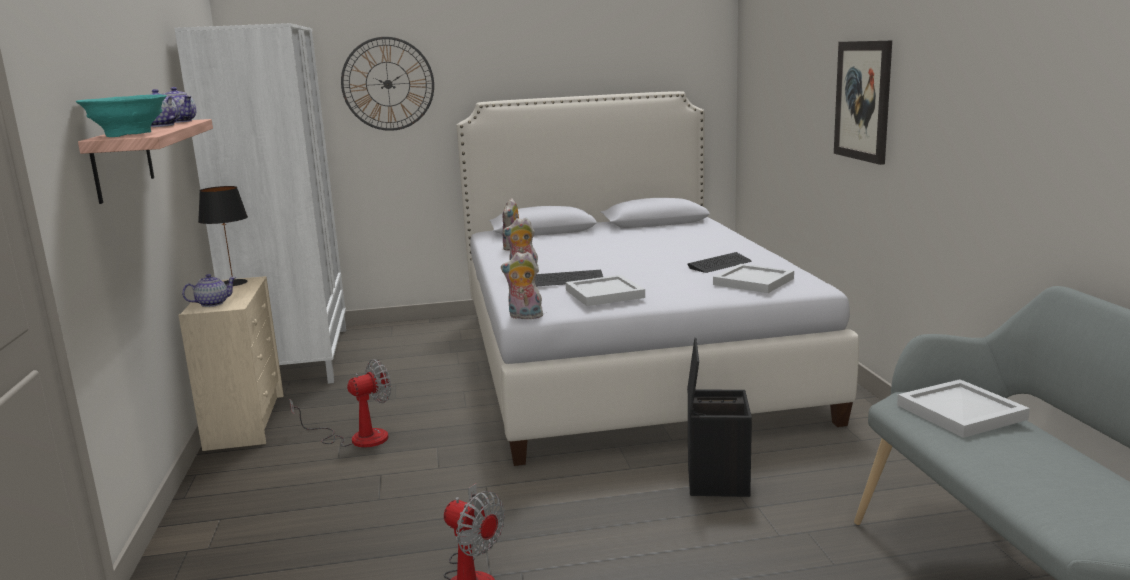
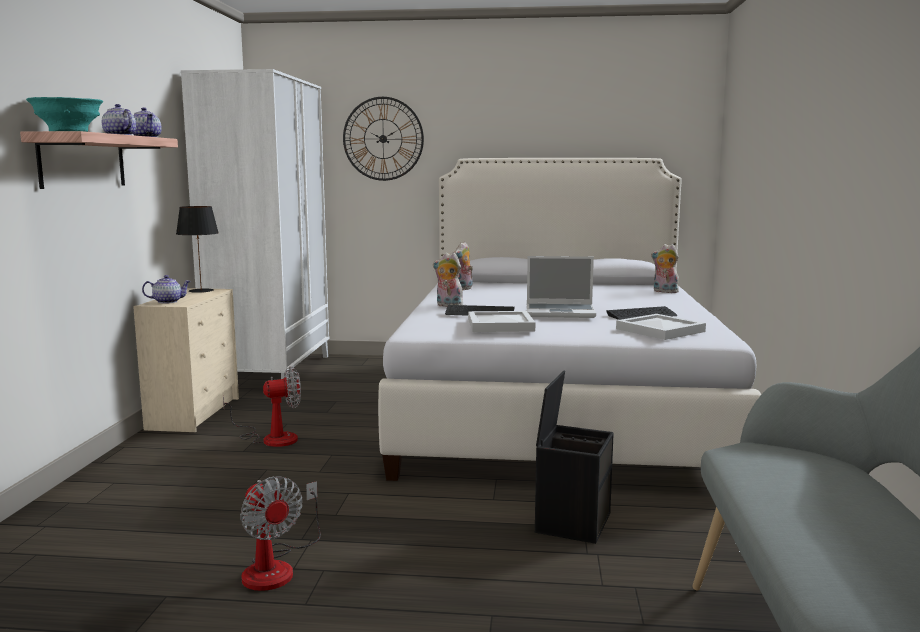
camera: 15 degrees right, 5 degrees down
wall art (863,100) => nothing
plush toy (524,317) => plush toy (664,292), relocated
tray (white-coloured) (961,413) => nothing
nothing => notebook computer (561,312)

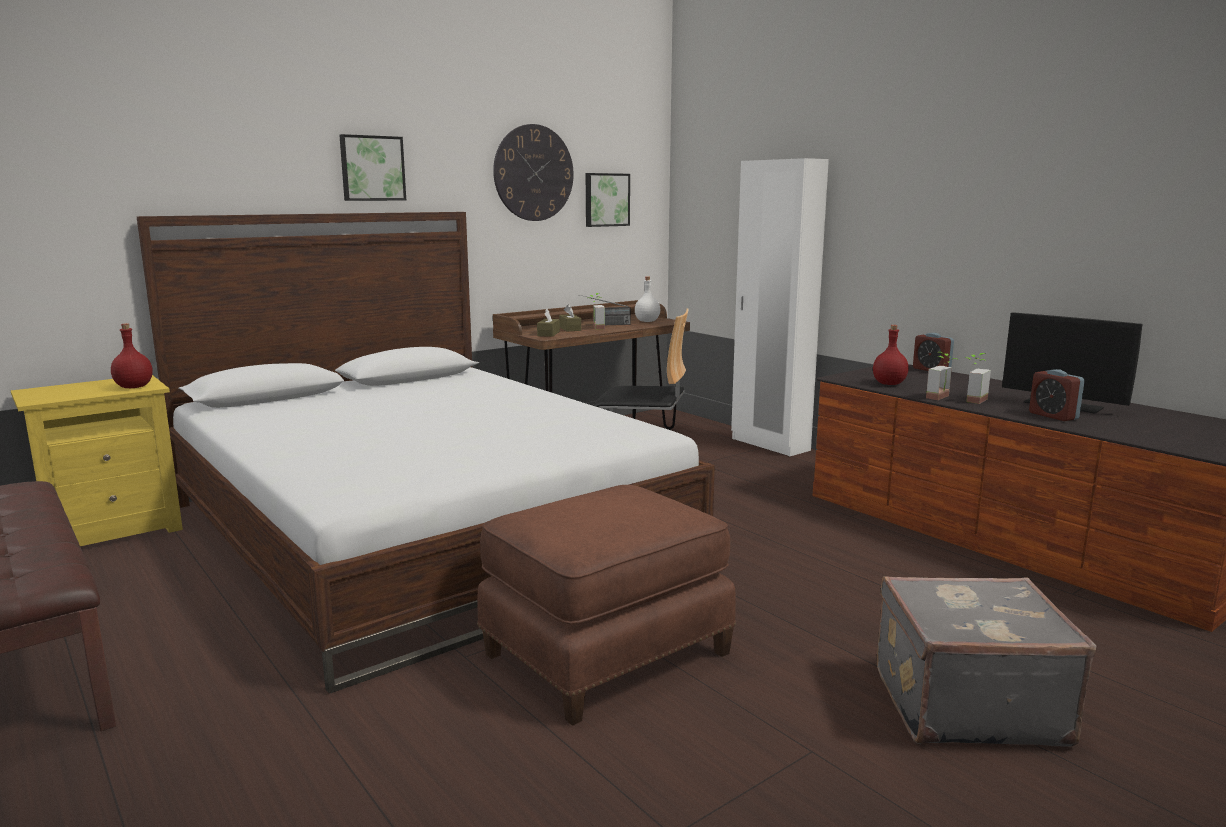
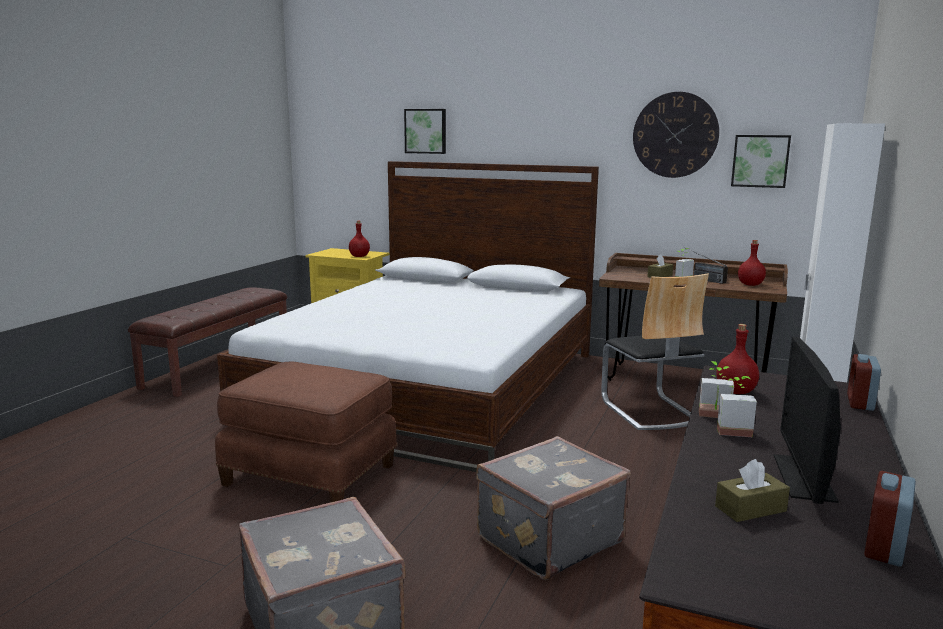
camera: 60 degrees right, 0 degrees up
wall art (372,168) => wall art (426,131), relocated
bottle (white-coloured) (647,321) => bottle (reddish) (750,284)
box of tissues (brown-coloured) (548,334) => box of tissues (brown-coloured) (750,509), relocated
table clock (1053,416) => table clock (884,547), relocated
nothing => travel case (grey) (547,538)

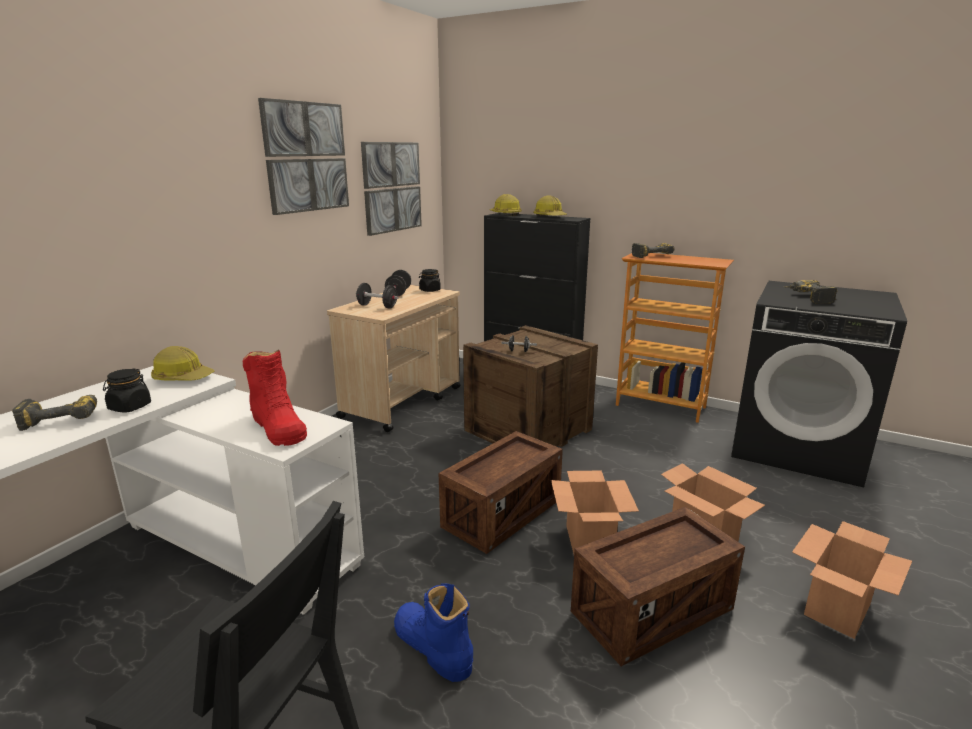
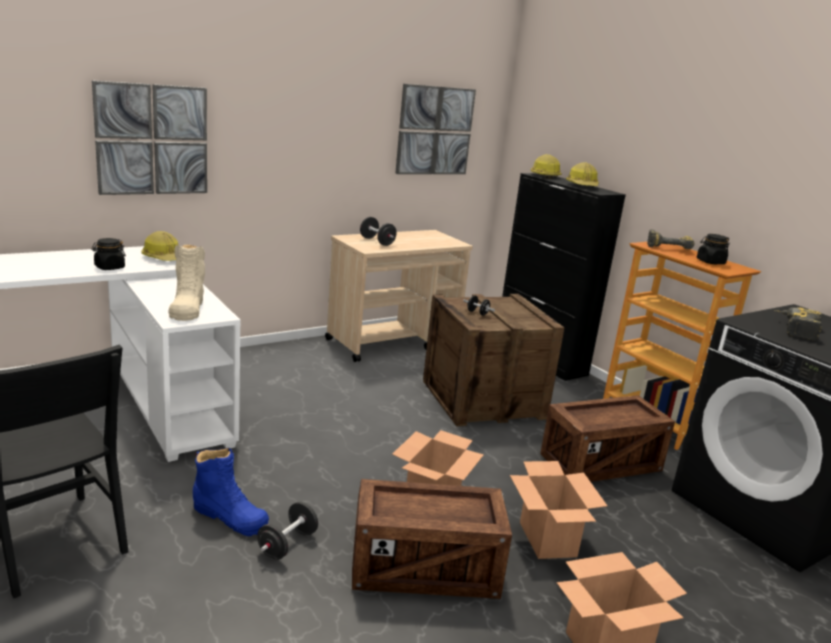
camera: 25 degrees right, 0 degrees up
wall art (306,157) => wall art (152,140), relocated
jar (black) (429,290) => jar (black) (710,262), relocated
dumbbell (black) (398,293) => dumbbell (black) (287,544), relocated
high-top boot (reddish) (278,427) => high-top boot (sand-coloured) (187,308)
drill (64,418) => nothing
crate (502,513) => crate (600,463), relocated
high-top boot (blue) (432,647) => high-top boot (blue) (230,517), 135 degrees clockwise

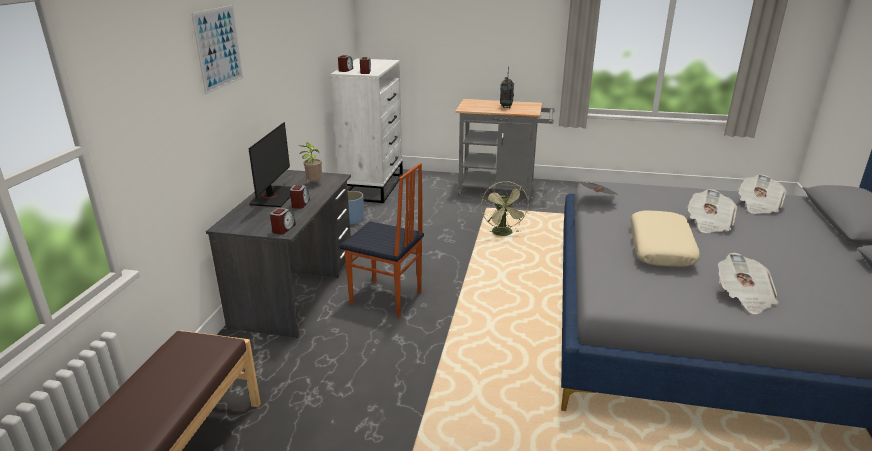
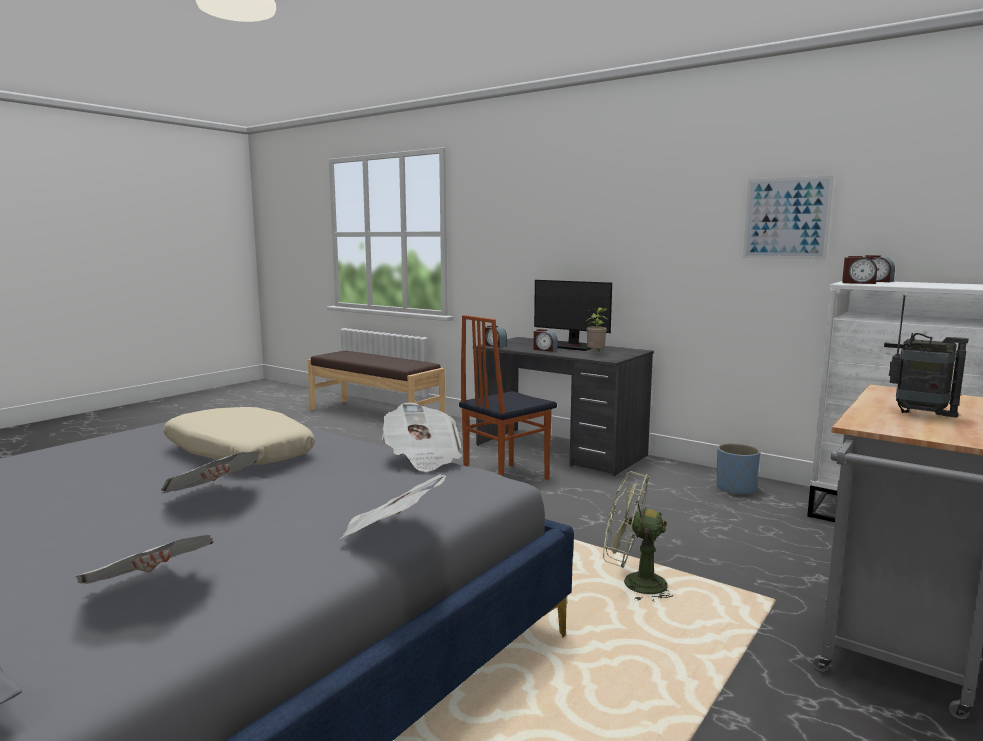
camera: 115 degrees right, 15 degrees down
wall art (218,48) => wall art (786,218), relocated
newspaper (744,297) => newspaper (391,533), relocated

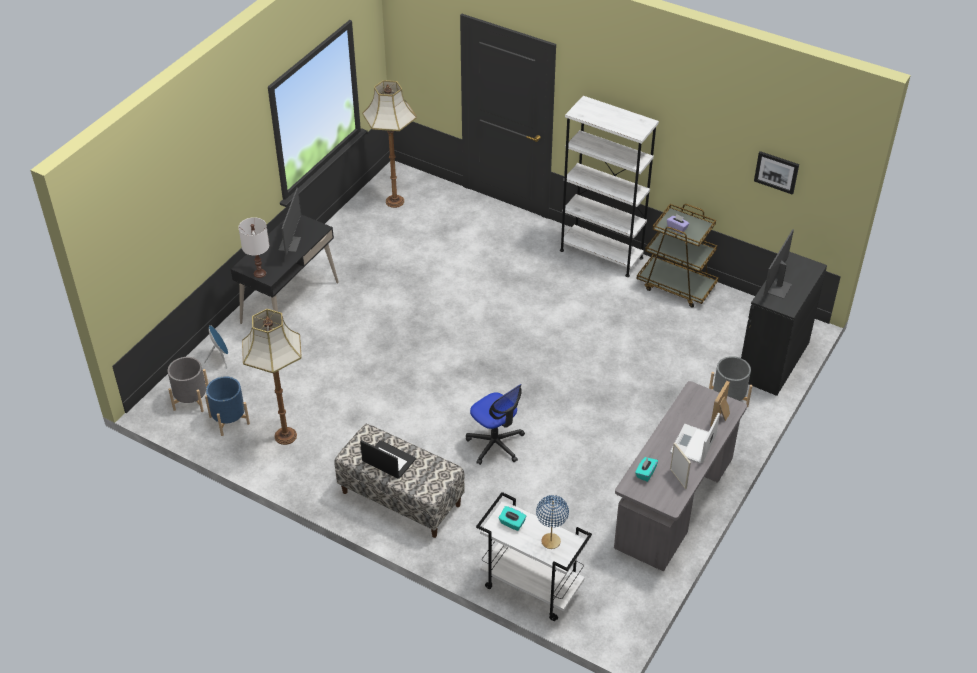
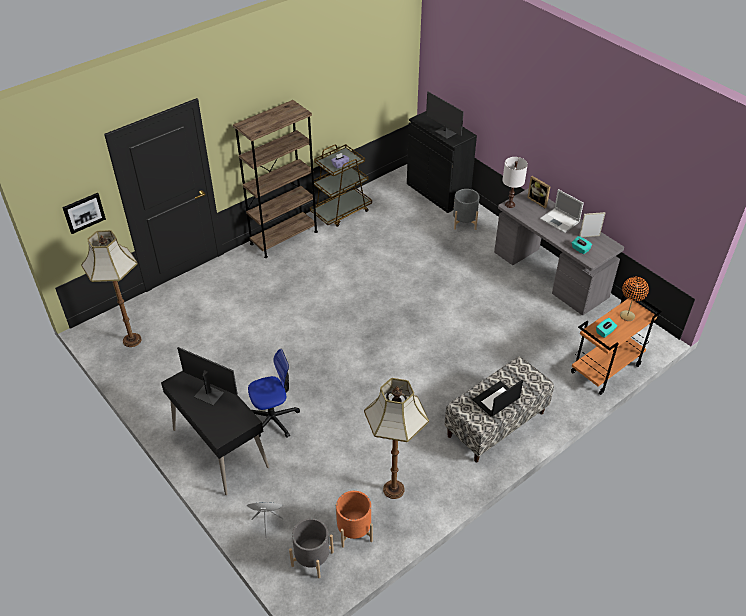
camera: 70 degrees left, 0 degrees up
shelving unit (white-coloured) (601,254) => shelving unit (brown-coloured) (284,237)
wall art (776,172) => wall art (84,212), relocated
lamp for a table (white-coloured) (259,273) => lamp for a table (white-coloured) (510,204), relocated
plant pot (blue) (229,420) => plant pot (orange-coloured) (354,531)
computer chair (495,444) => computer chair (273,419), relocated
wheeled cart (white-coloured) (530,587) => wheeled cart (orange-coloured) (605,370)
lamp for a table (blue) (551,541) => lamp for a table (orange-coloured) (627,316)

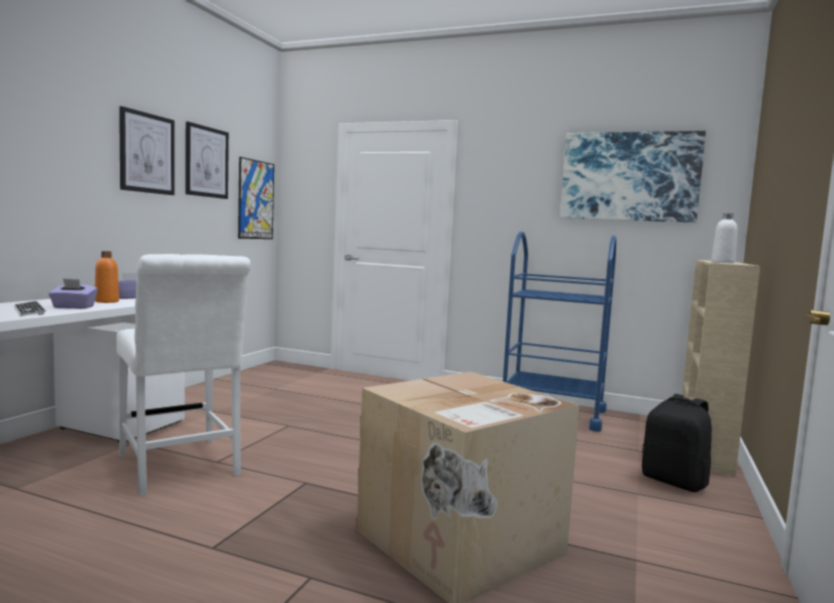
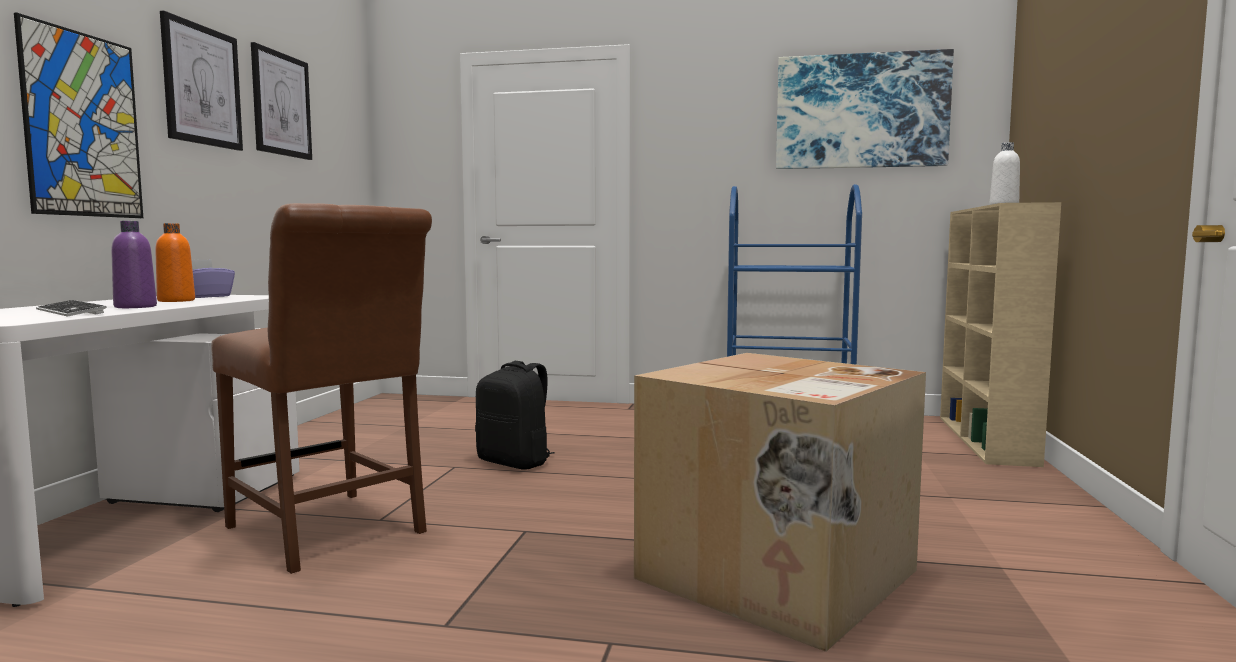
camera: 10 degrees left, 0 degrees up
wall art (256,200) => wall art (83,125), relocated
plain chair (white-coloured) (179,468) => plain chair (brown-coloured) (329,533)
box of tissues (purple) (73,307) => bottle (purple) (135,307)
knapsack (black) (674,481) => knapsack (black) (515,462), relocated

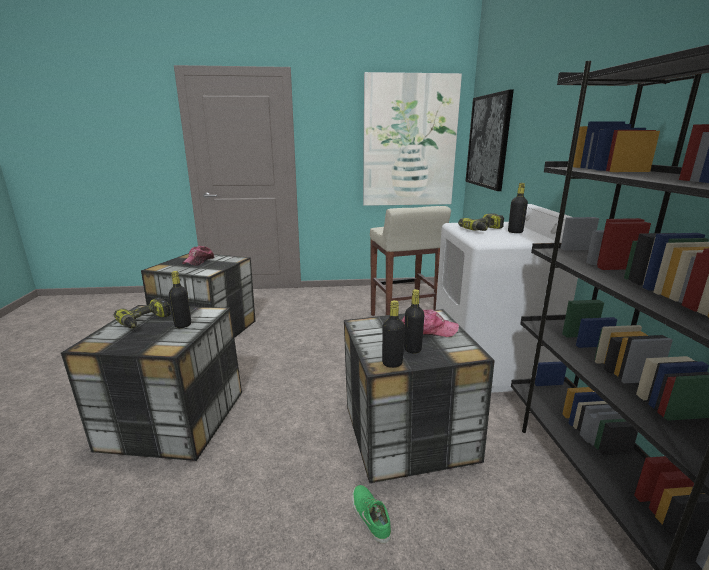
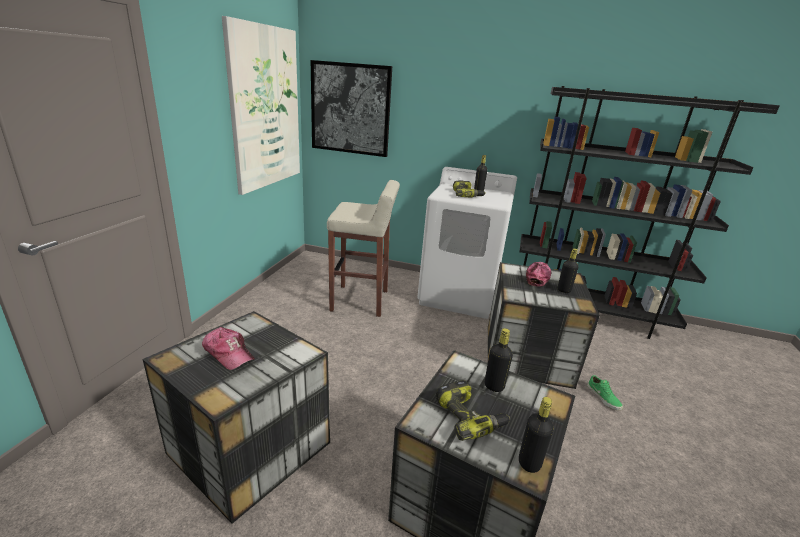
camera: 70 degrees left, 5 degrees up
bottle (black) (392,363) => bottle (black) (529,463), relocated
low shoe (green) (369,516) => low shoe (green) (604,397), 105 degrees counterclockwise

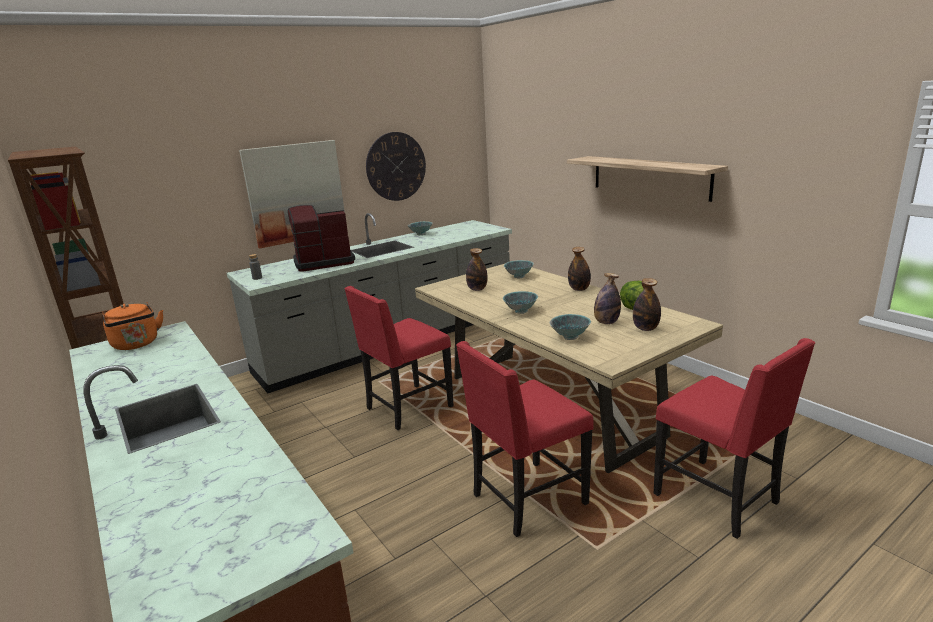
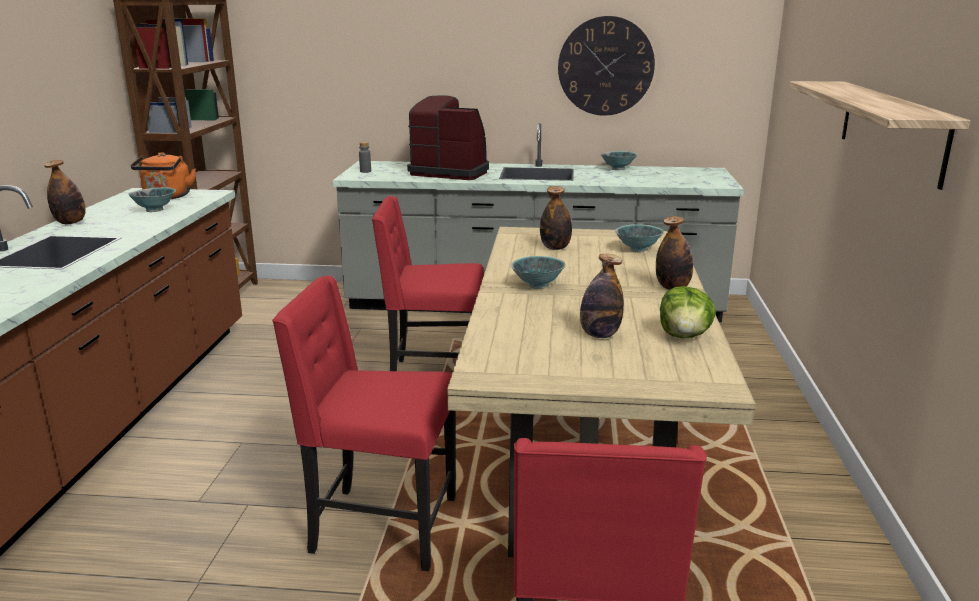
camera: 40 degrees right, 0 degrees up
wall art (295,193) => nothing
bottle (645,328) => bottle (70,222), relocated
deep dish (570,337) => deep dish (155,210), relocated

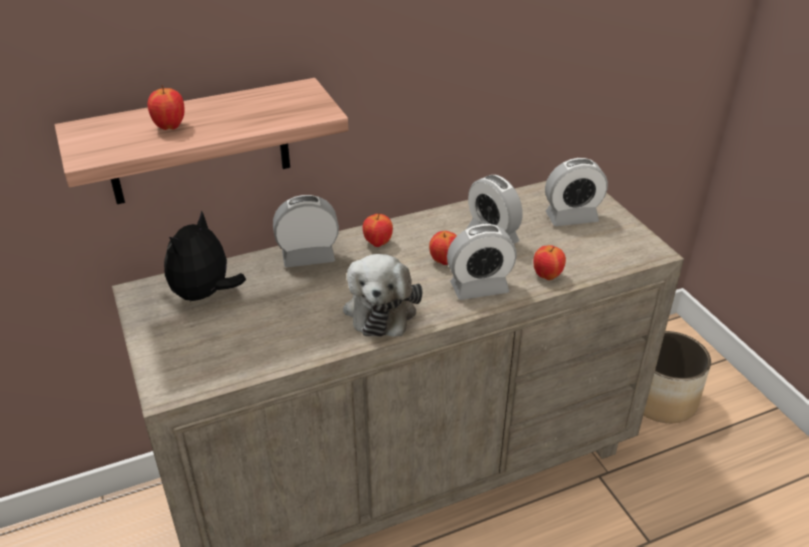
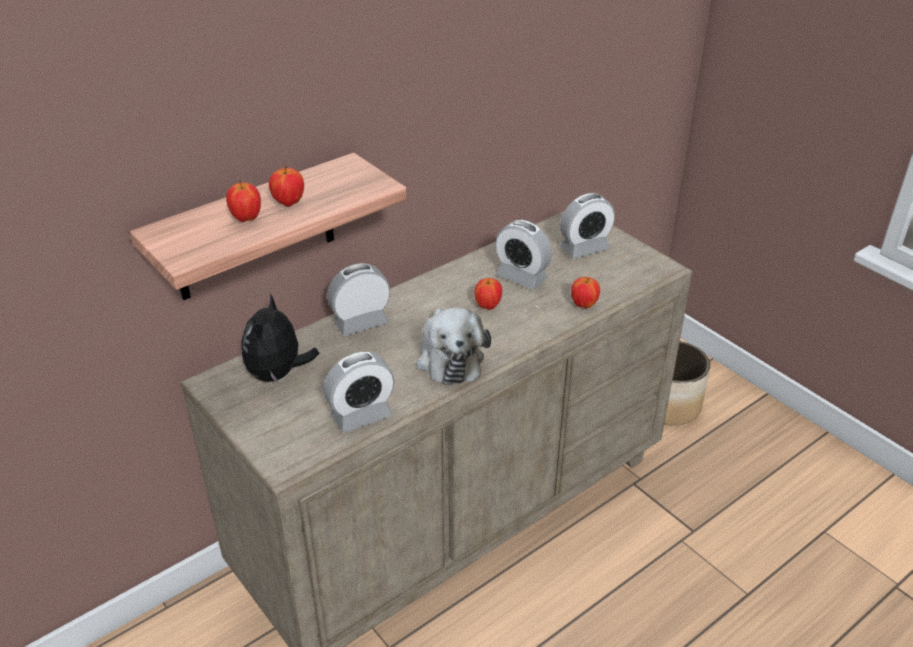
camera: 15 degrees left, 0 degrees up
whole apple (378,243) => whole apple (288,203), relocated
table clock (479,288) => table clock (361,415), relocated

